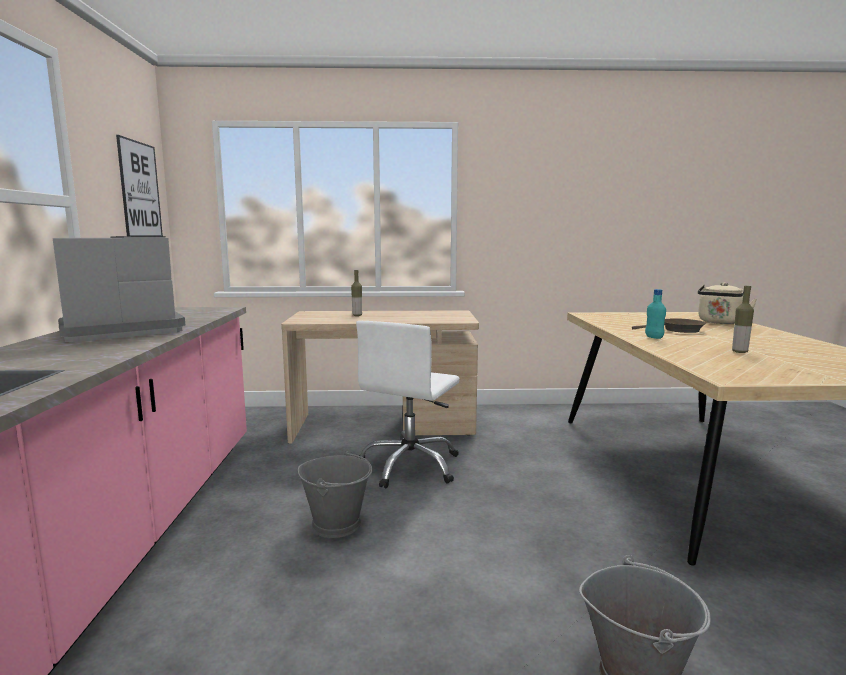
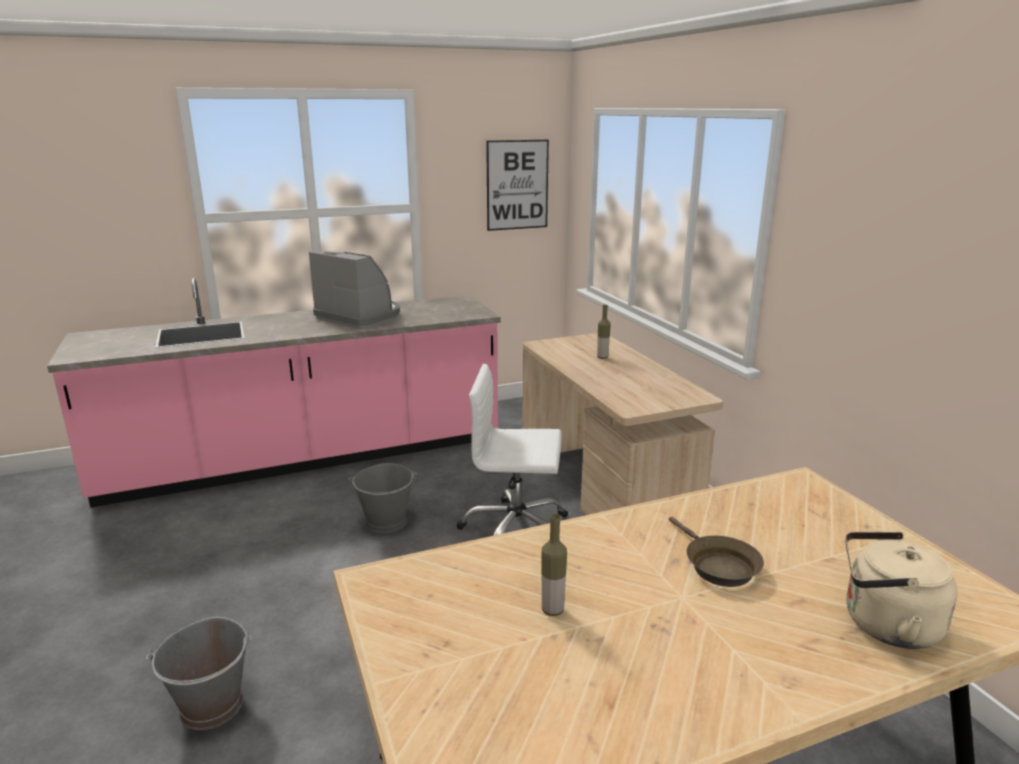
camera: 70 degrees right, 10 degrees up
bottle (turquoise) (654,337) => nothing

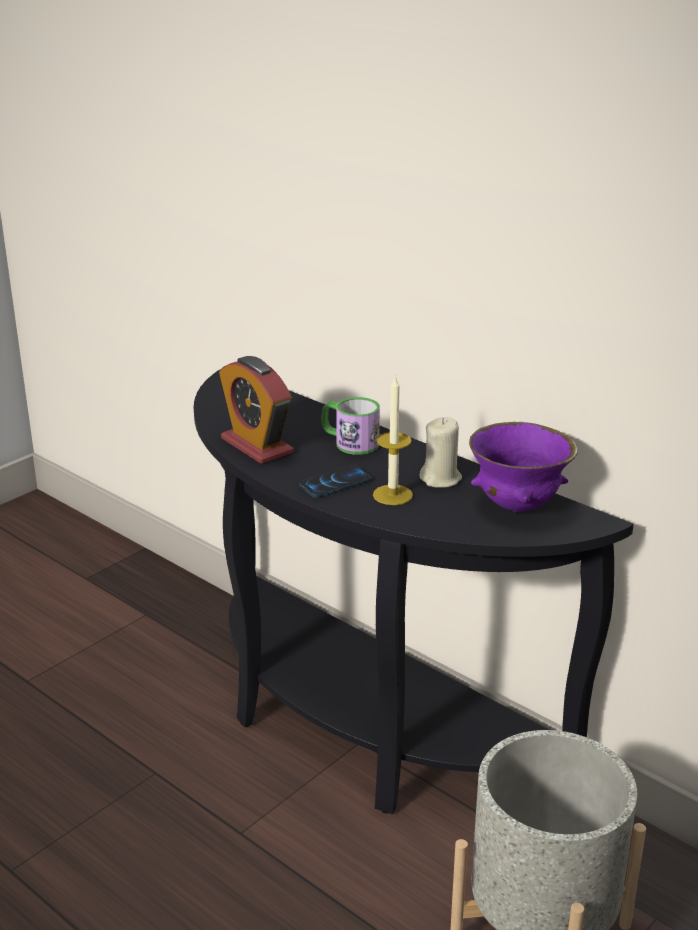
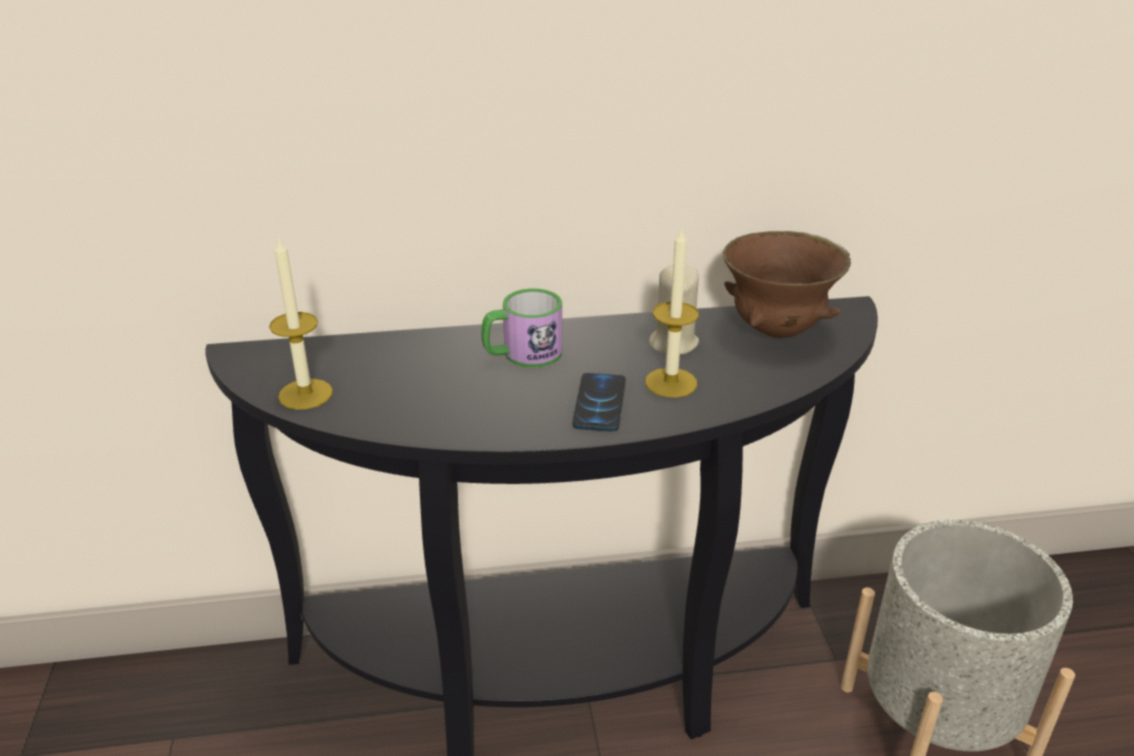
camera: 50 degrees left, 5 degrees up
table clock (257,446) => nothing
deep dish (purple) (517,506) => deep dish (brown-coloured) (777,331)
nothing => candle (305,394)

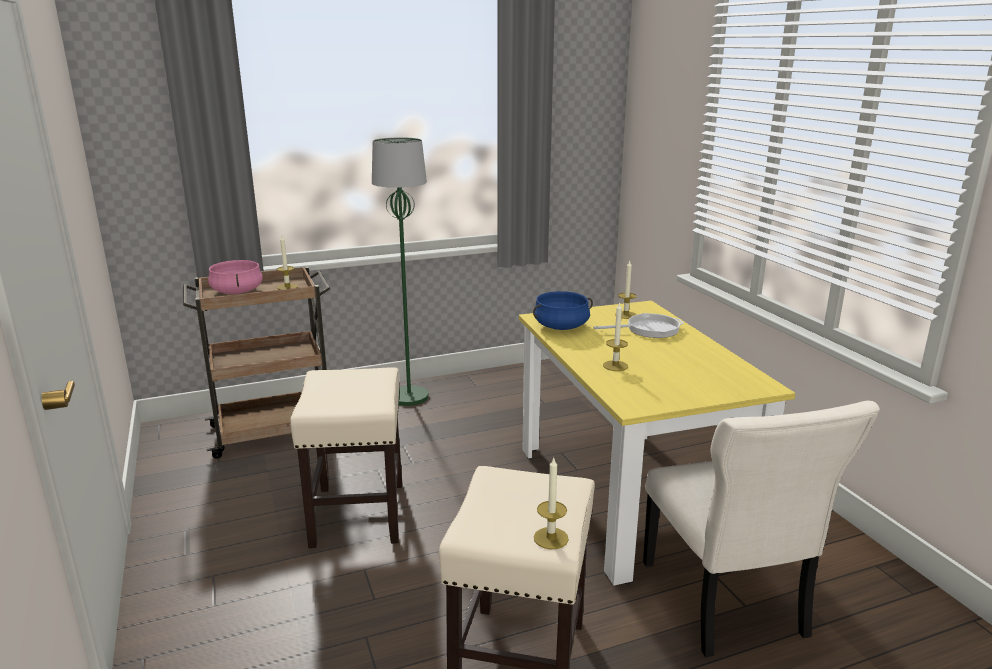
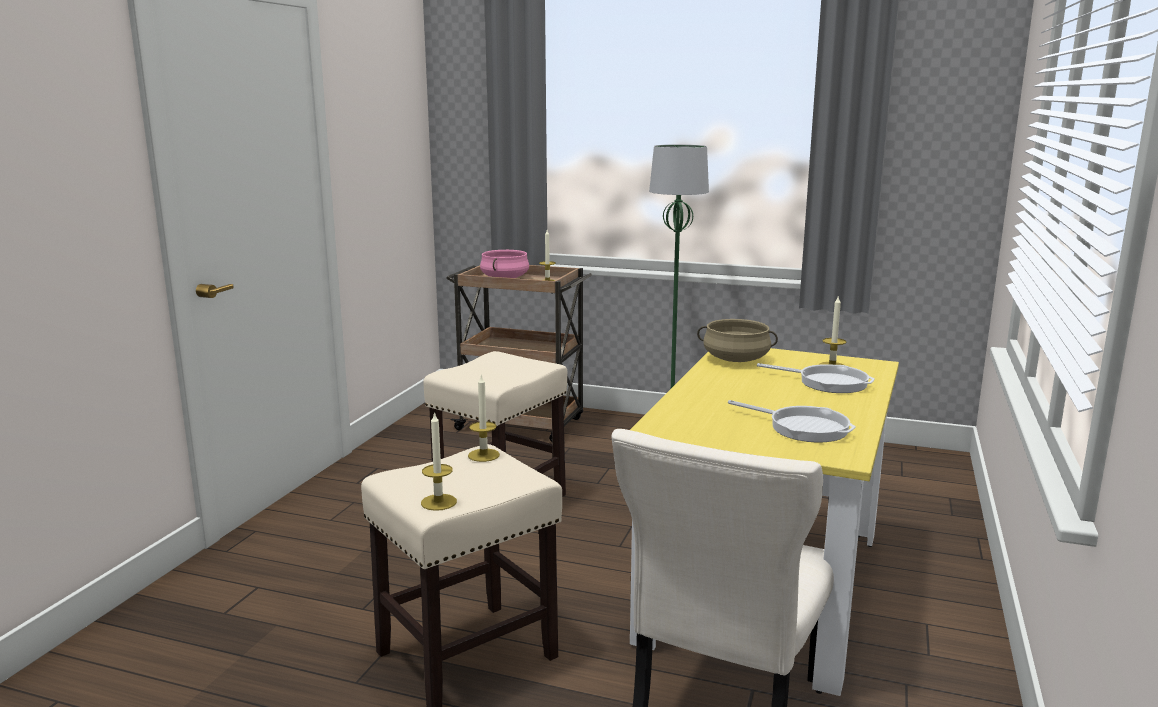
camera: 40 degrees right, 5 degrees down
cooking pot (blue) (561,327) => cooking pot (sand-coloured) (735,359)
candle (615,366) => candle (483,455), relocated
nothing => pan (803,427)

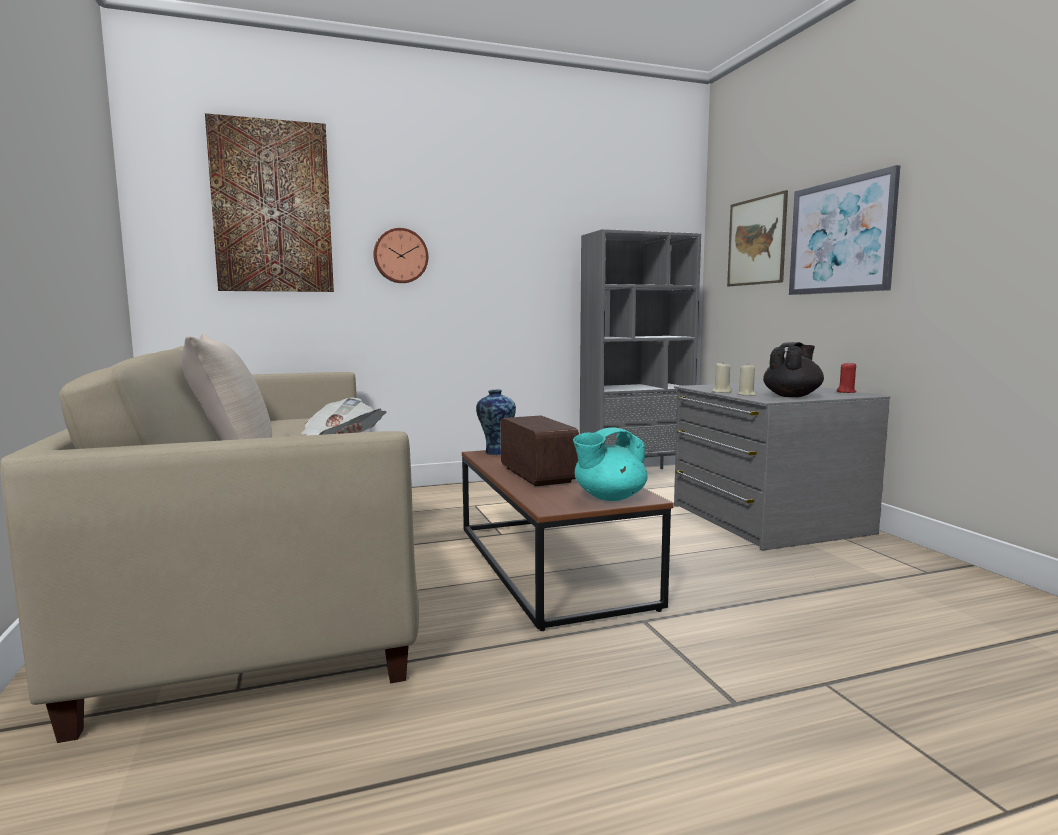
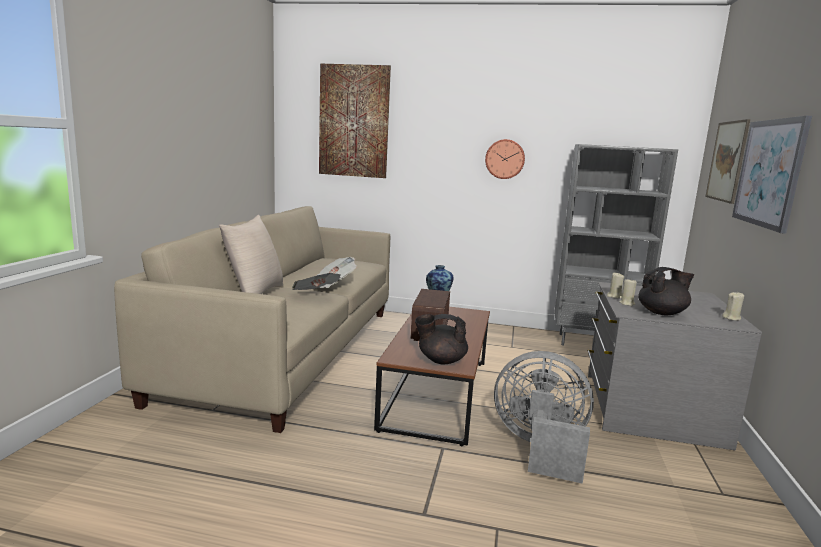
camera: 30 degrees right, 5 degrees up
clock on the wall (400,256) => clock on the wall (505,159), relocated
candle (reddish) (846,392) => candle (sand-coloured) (731,318)
tea pot (turquoise) (609,497) => tea pot (black) (441,360)
nothing => fan (grey) (540,448)

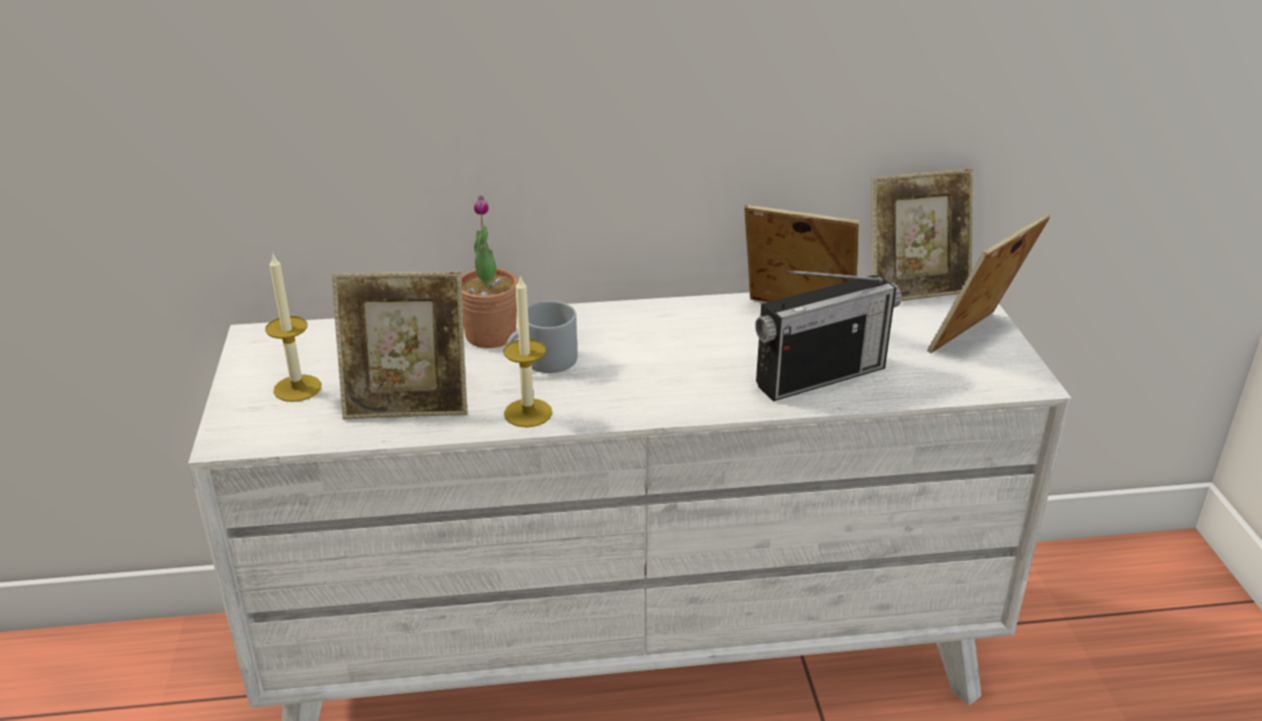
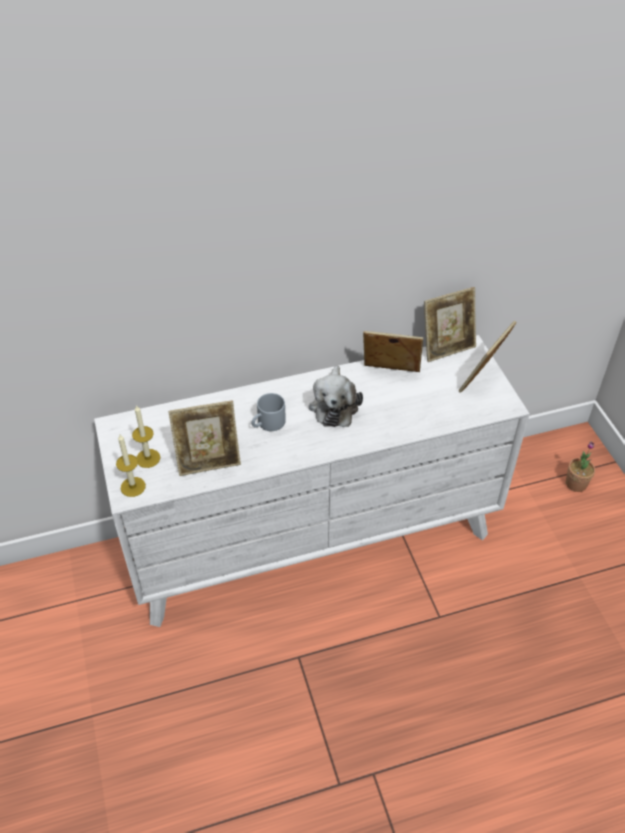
camera: 10 degrees left, 15 degrees up
plant in a pot (490,335) => plant in a pot (576,484), relocated
radio (820,376) => nothing
candle (528,413) => candle (133,487), relocated
nothing => plush toy (334,405)

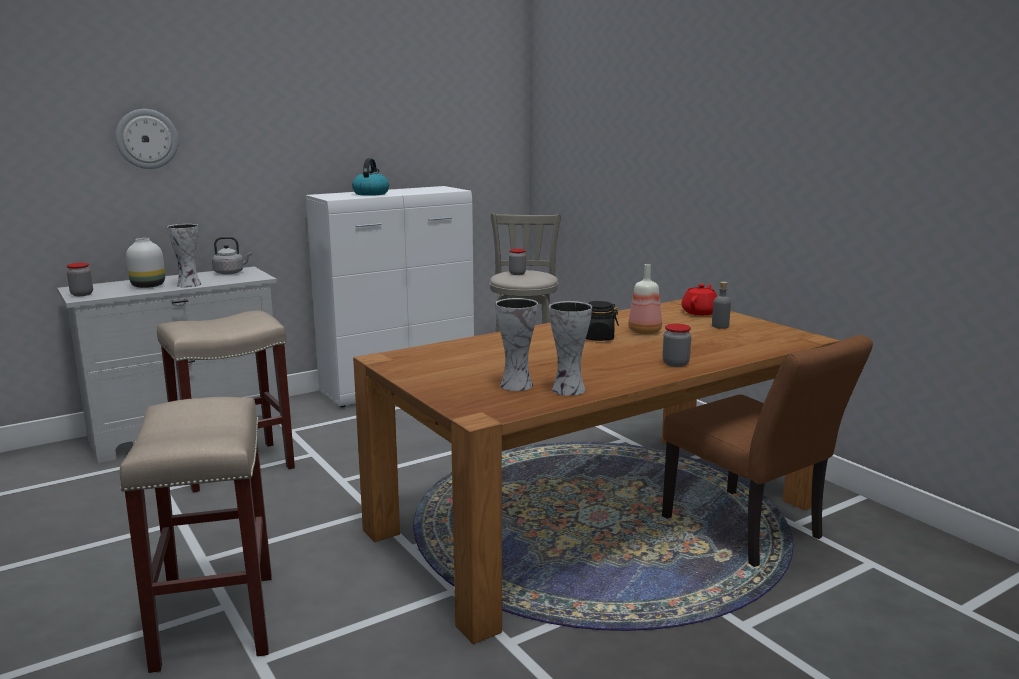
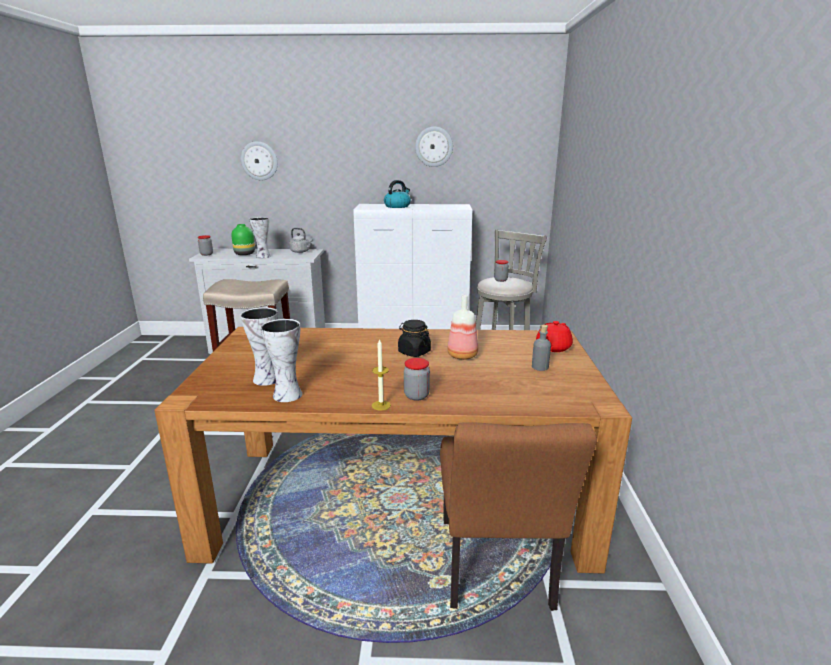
camera: 35 degrees right, 5 degrees up
flower vase (white-coloured) (149,286) => flower vase (green) (245,254)
tea pot (reddish) (700,312) => tea pot (reddish) (552,348), 150 degrees clockwise
stool (sand-coloured) (214,619) => nothing
nothing => clock on the wall (434,146)
nothing => candle (381,405)

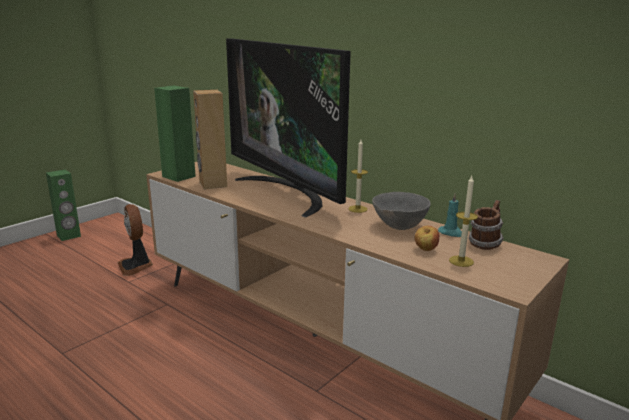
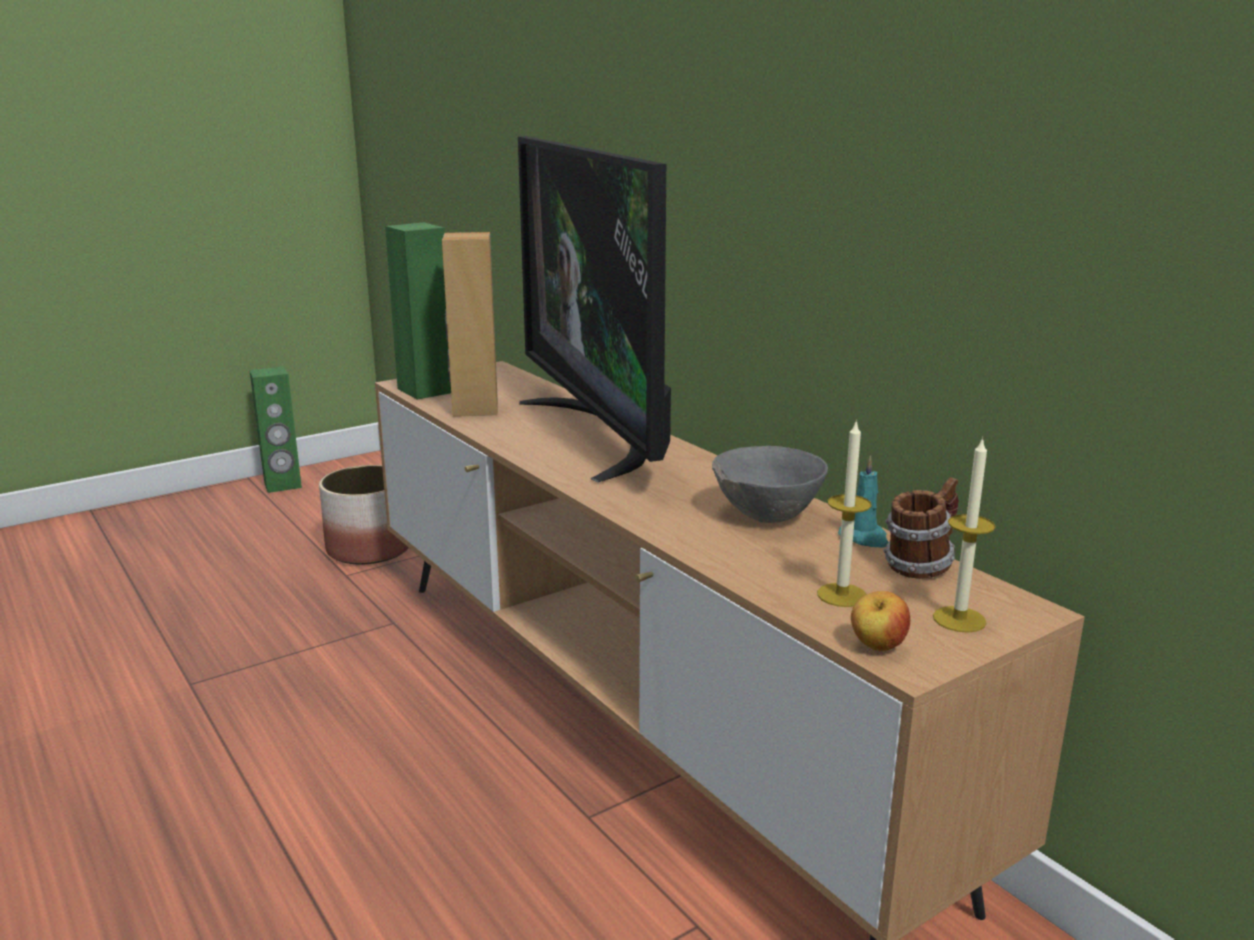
camera: 15 degrees right, 0 degrees up
candle (357,209) => candle (959,619), relocated
fan (136,266) => plant pot (370,549)
whole apple (425,250) => whole apple (877,647), relocated

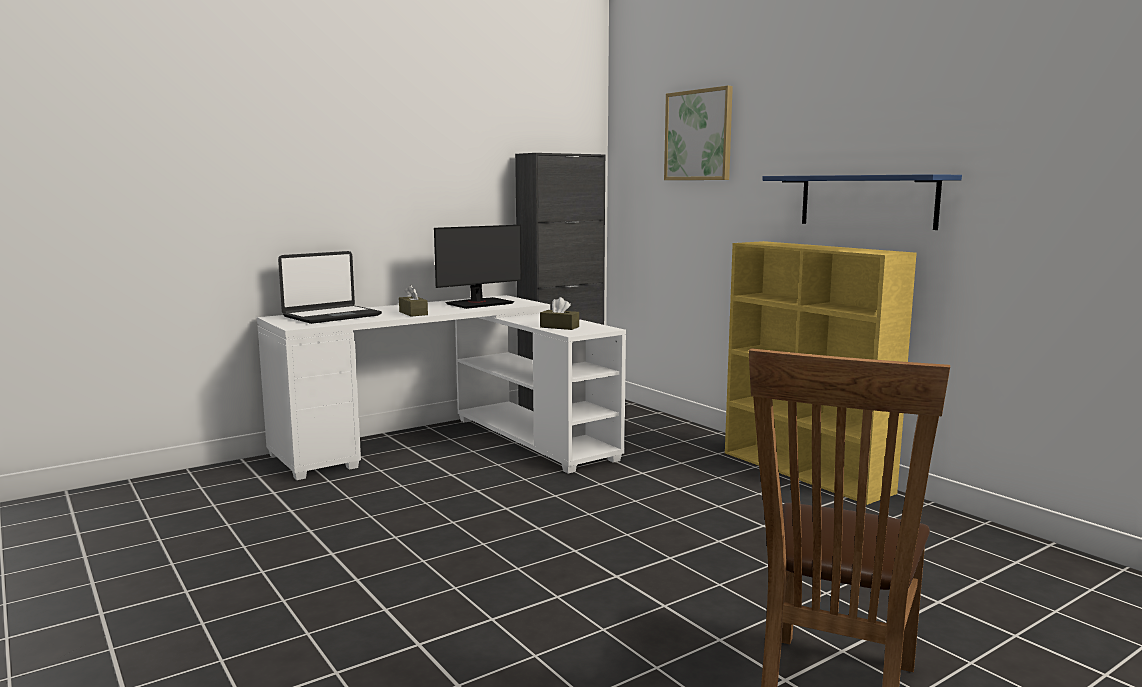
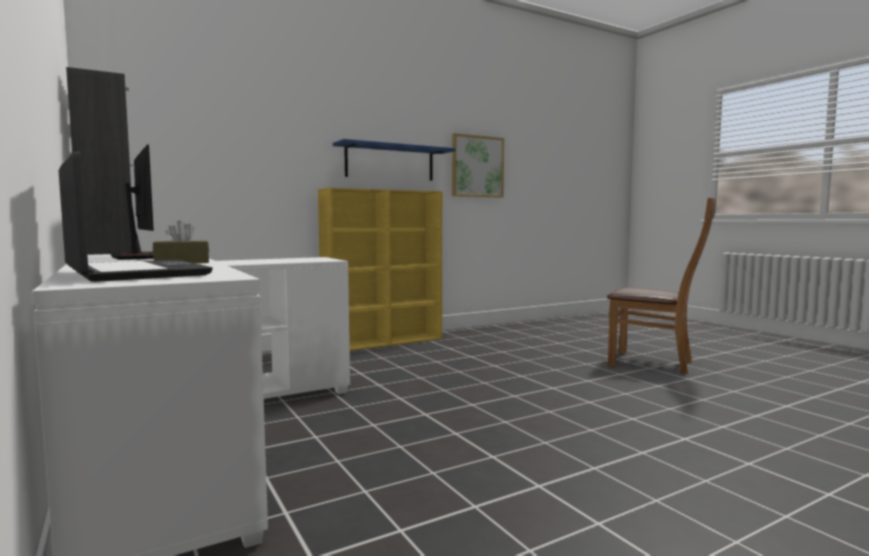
camera: 85 degrees left, 5 degrees down
wall art (698,135) => wall art (477,166), relocated
box of tissues (brown-coloured) (559,327) => nothing

